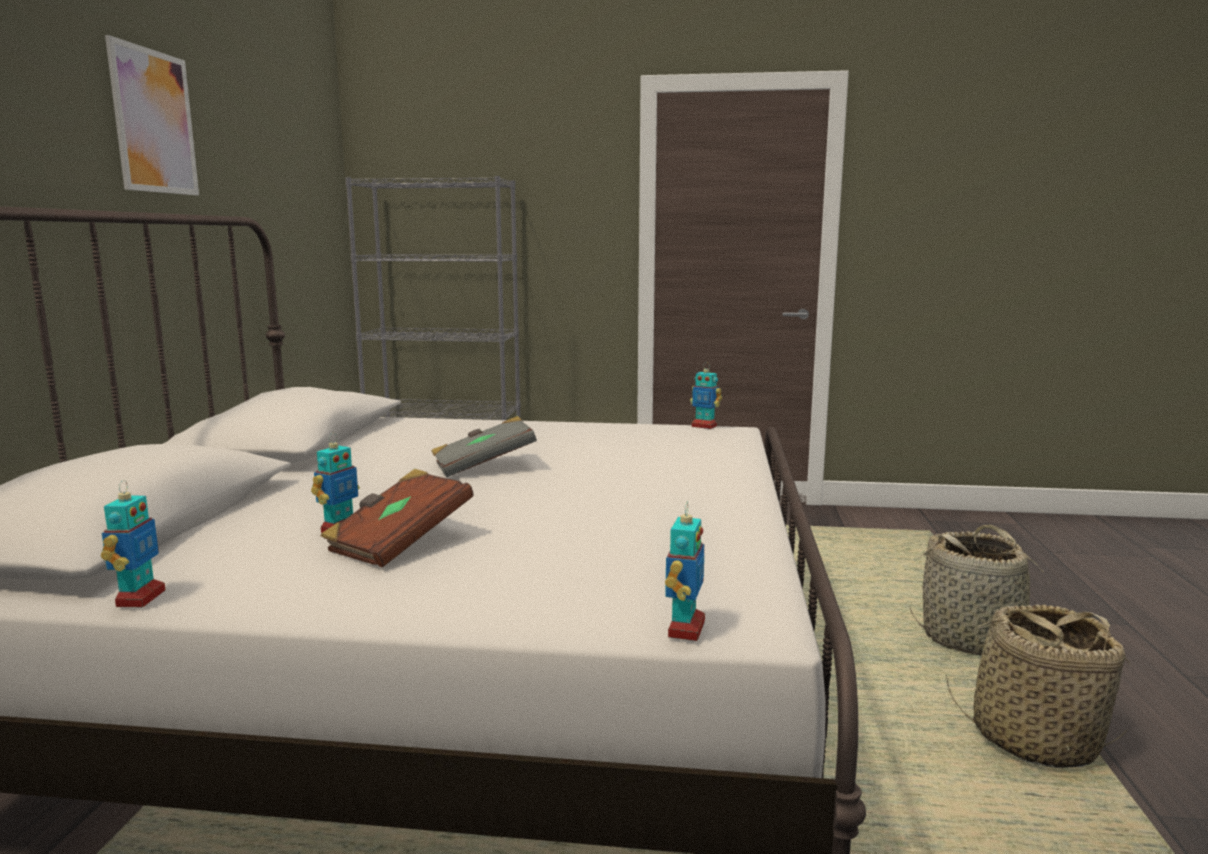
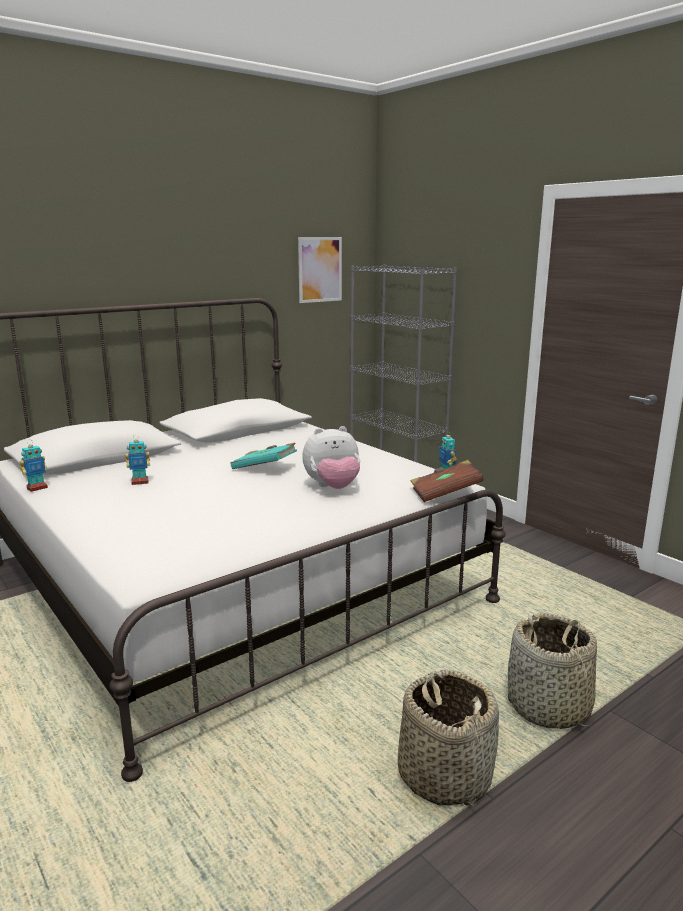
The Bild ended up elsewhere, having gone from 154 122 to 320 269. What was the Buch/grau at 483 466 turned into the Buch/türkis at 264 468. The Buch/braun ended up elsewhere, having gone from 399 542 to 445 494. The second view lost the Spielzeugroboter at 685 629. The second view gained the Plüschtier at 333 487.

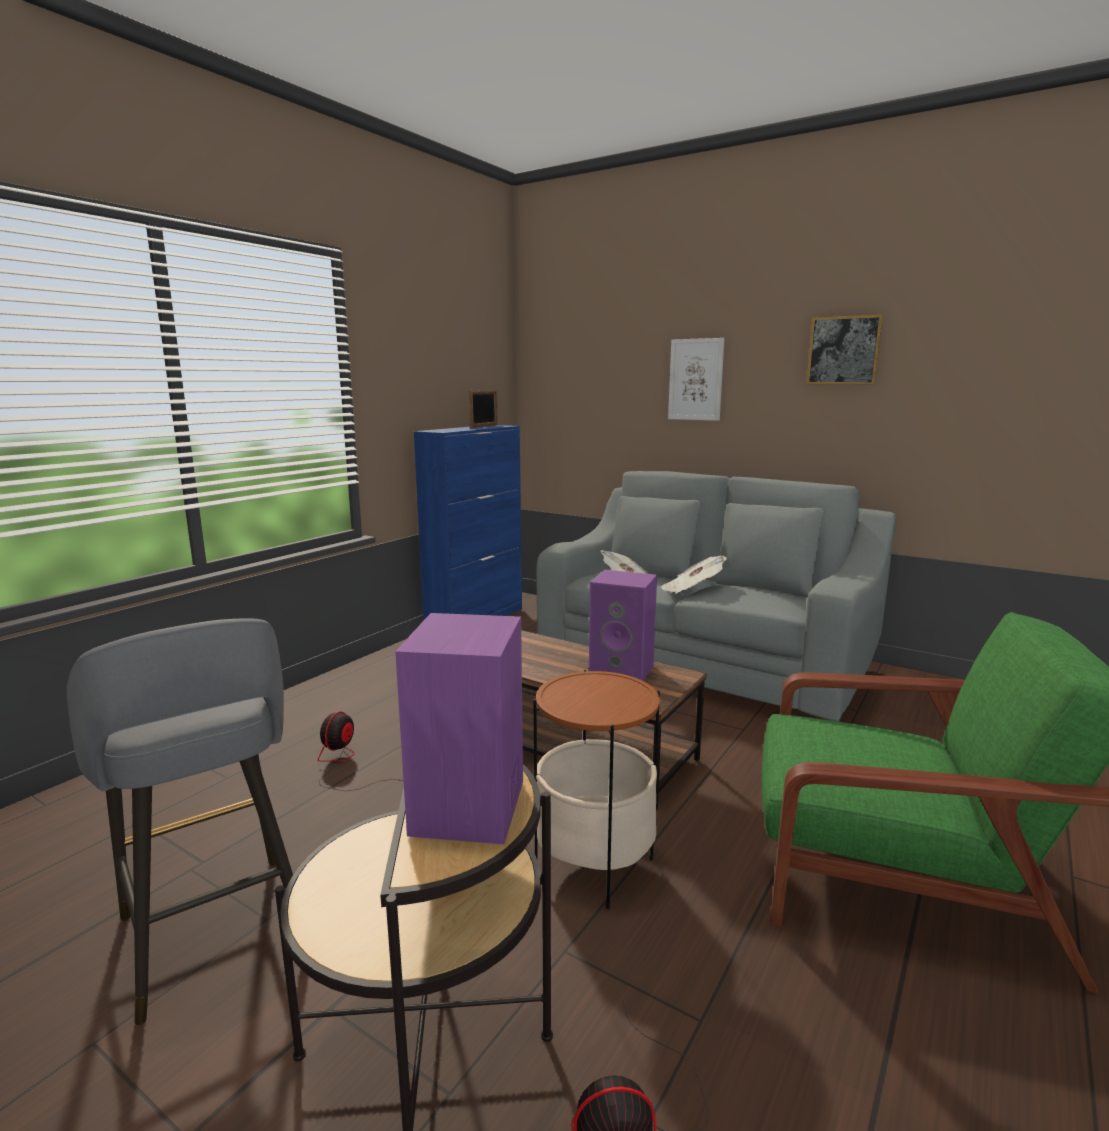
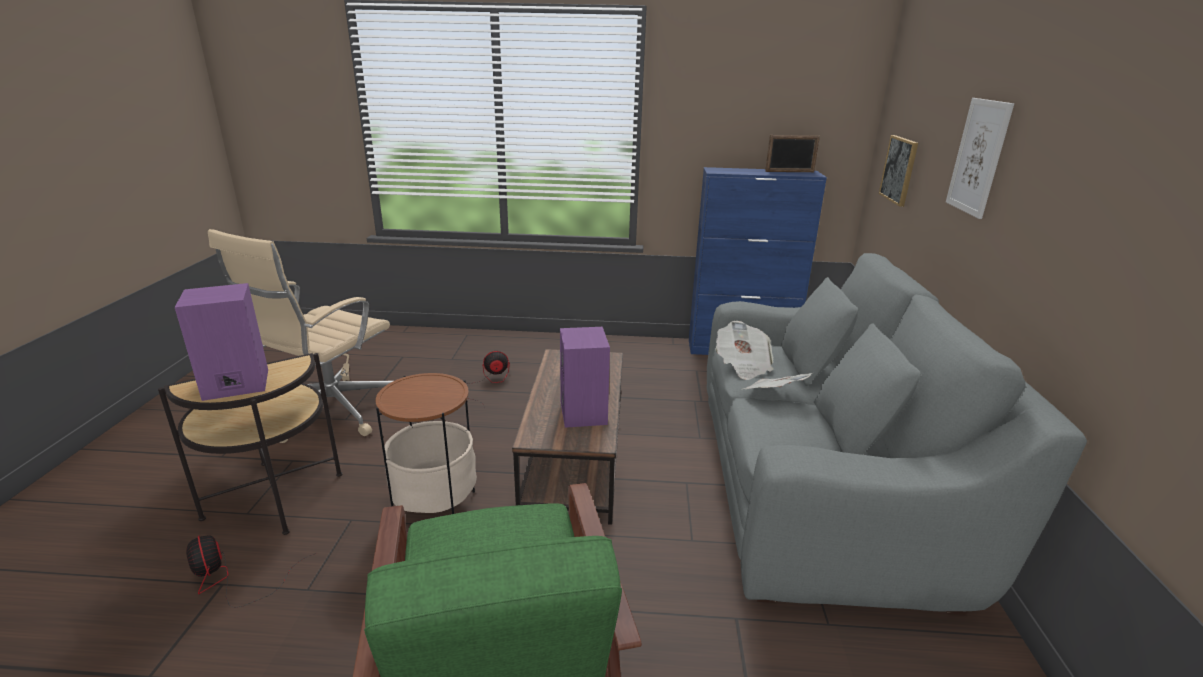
The Bild ended up elsewhere, having gone from 843 350 to 899 170. Where the Hocker/grau stood at 216 936, the Bürostuhl/beige came to stand at 330 412.

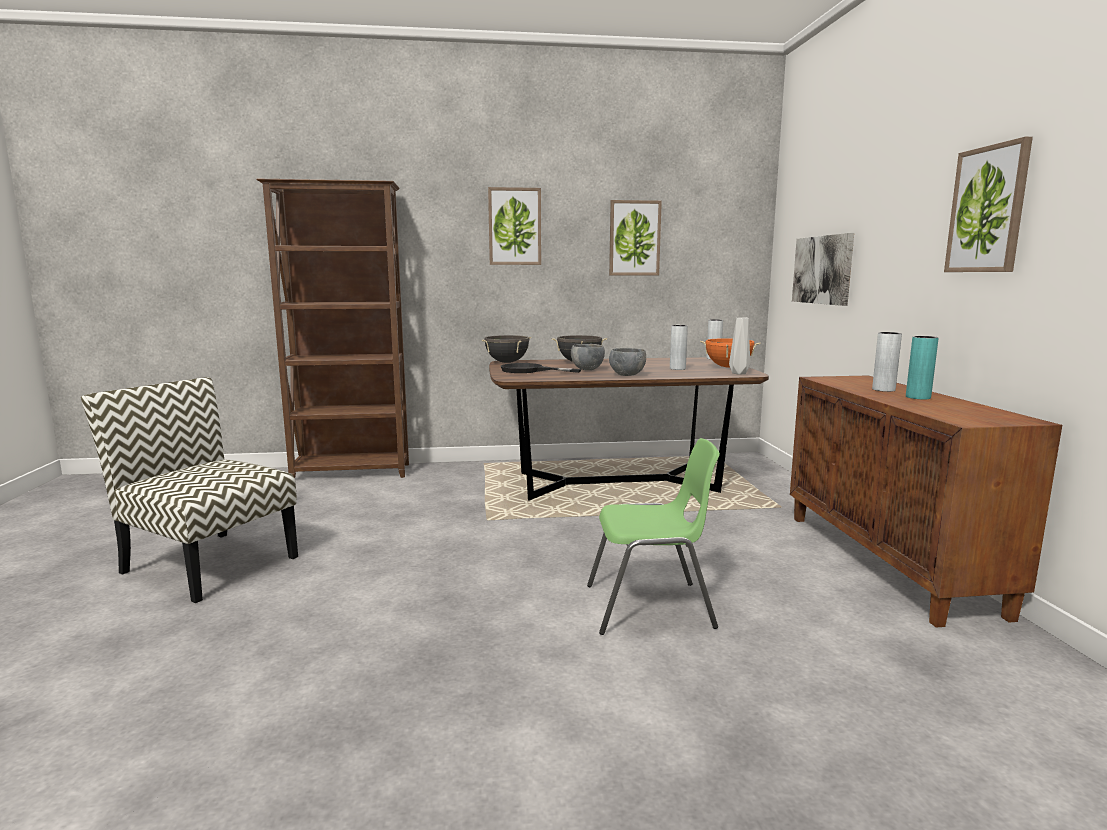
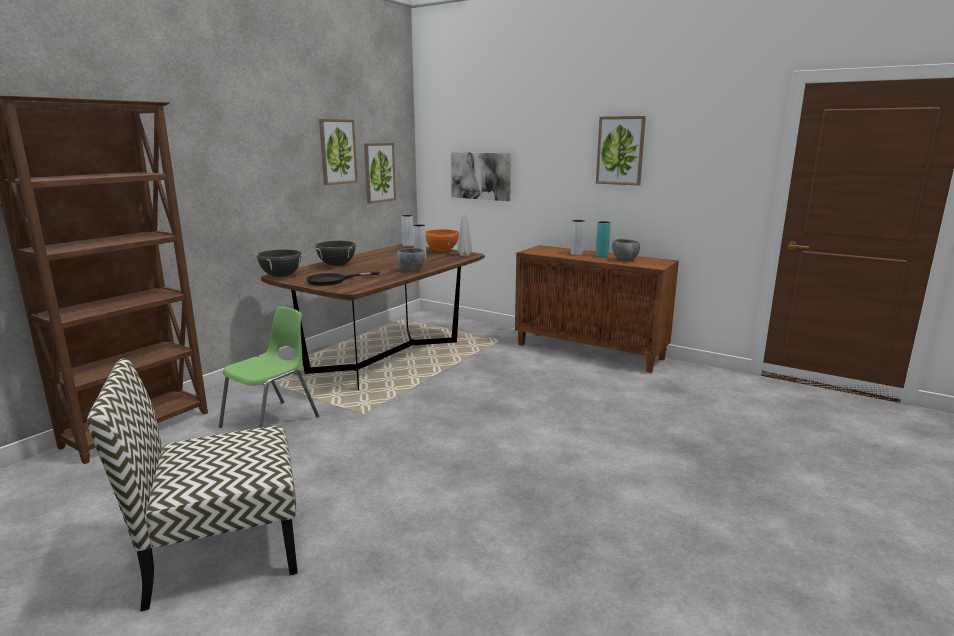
The Bild ended up elsewhere, having gone from 514 226 to 379 172. The Schüssel/grau ended up elsewhere, having gone from 587 369 to 624 260. The Stuhl/grün ended up elsewhere, having gone from 651 607 to 272 422.

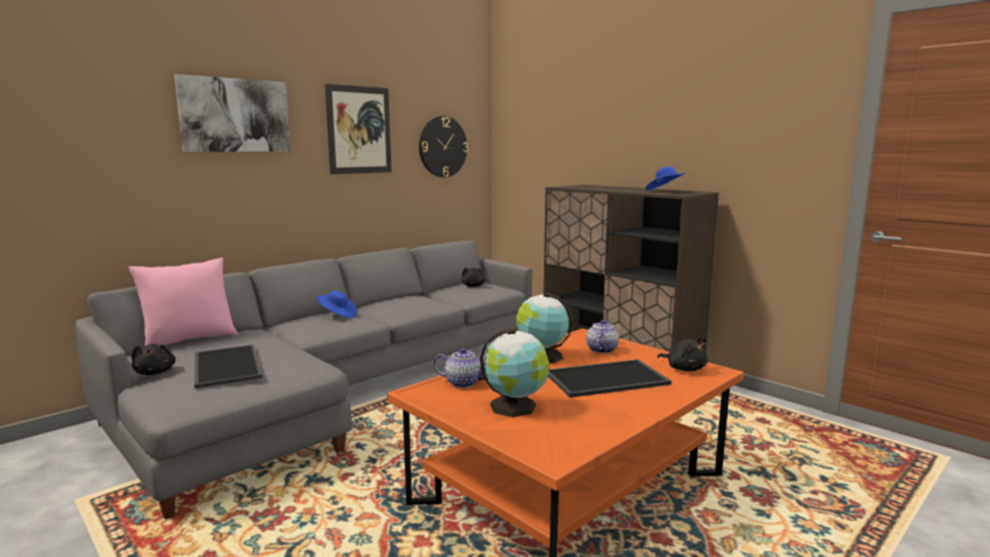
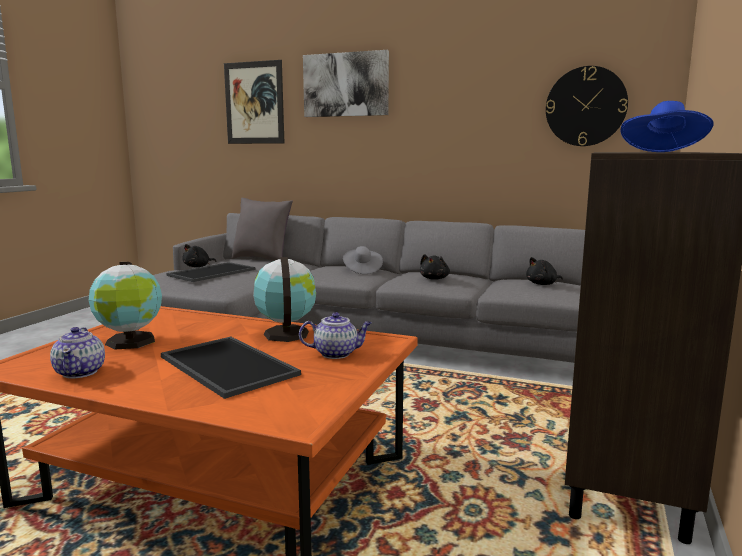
The Bild ended up elsewhere, having gone from 359 130 to 254 103. What was the Kissen/rosa at 189 341 turned into the Kissen/grau at 262 259. What was the Hut/blau at 337 315 turned into the Hut/grau at 362 270. The Plüschtier/schwarz ended up elsewhere, having gone from 684 368 to 435 279. The Teekanne ended up elsewhere, having gone from 463 383 to 81 372.

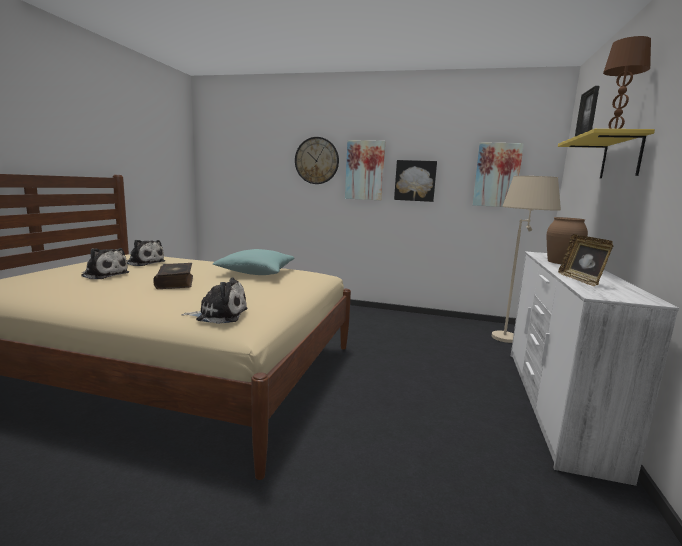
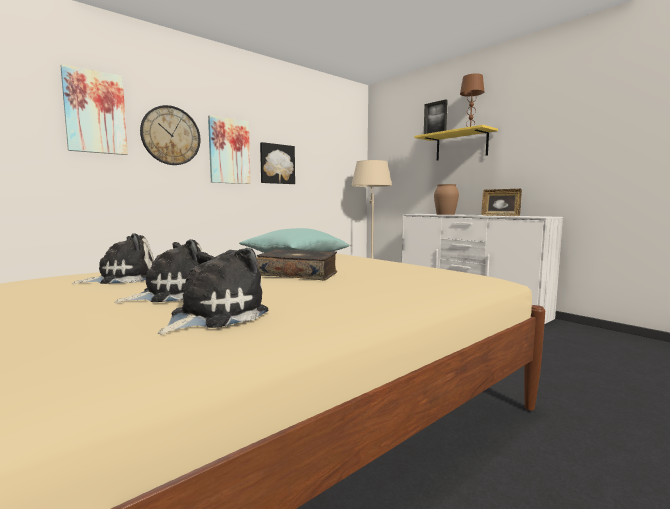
The Bild ended up elsewhere, having gone from 497 175 to 95 112. The Plüschtier ended up elsewhere, having gone from 219 315 to 214 315.

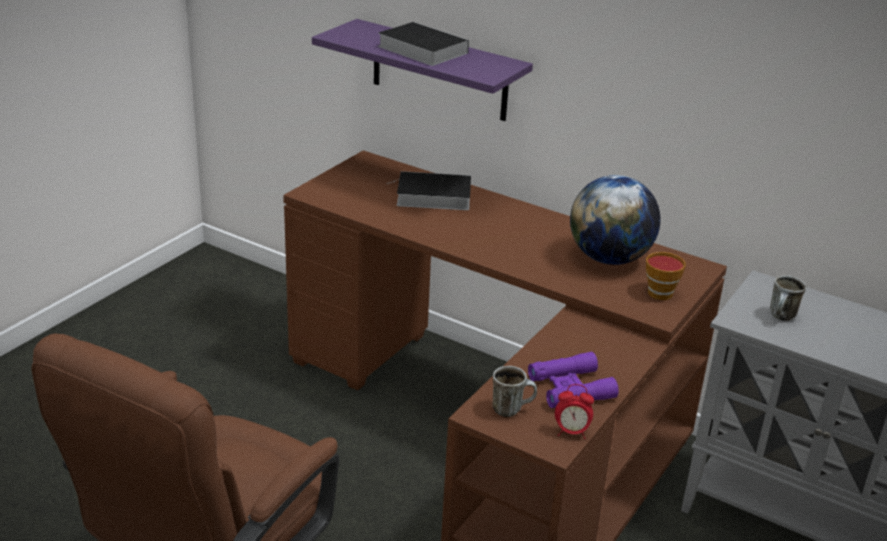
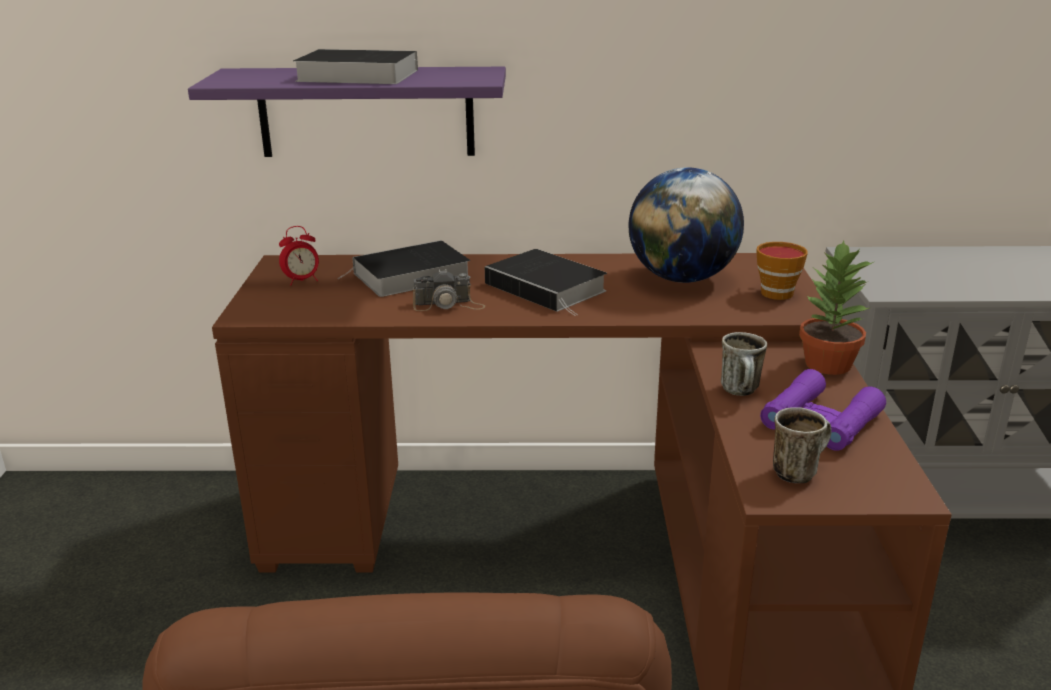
The Henkelbecher ended up elsewhere, having gone from 782 318 to 742 392. The Wecker ended up elsewhere, having gone from 571 432 to 302 281. The second view gained the Topfpflanze at 827 365. The second view gained the Buch at 548 288. The second view gained the Kamera at 448 305.

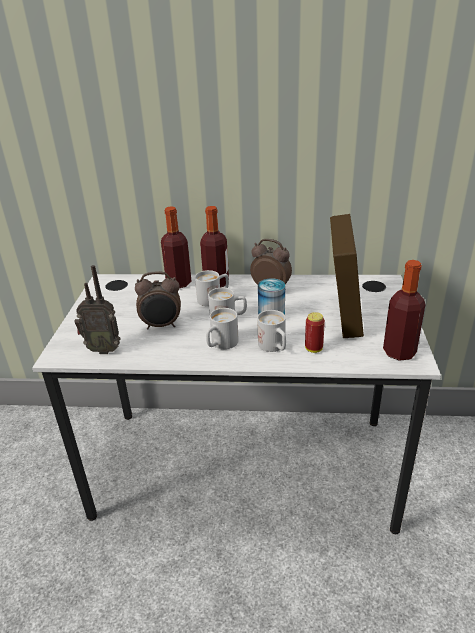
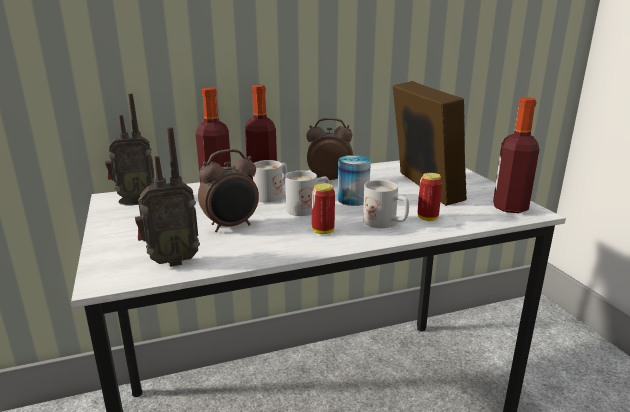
Where the Henkelbecher/weiß stood at 221 344, the Dose came to stand at 323 231. The second view gained the Radio at 135 198.

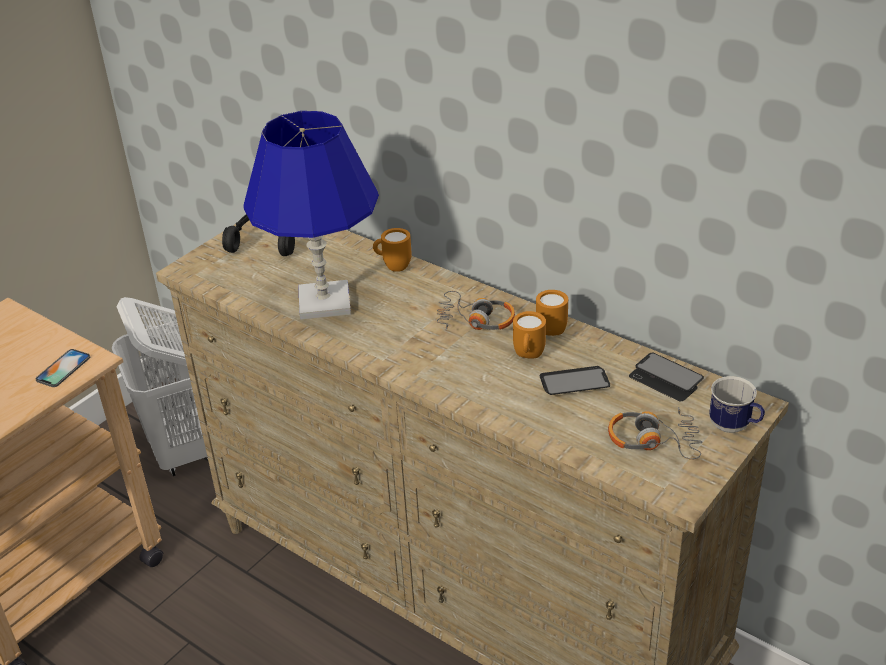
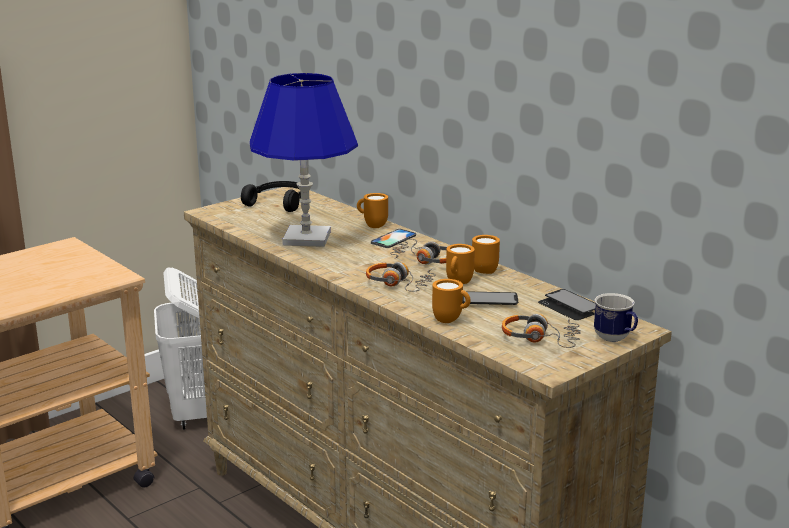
The Handy ended up elsewhere, having gone from 63 368 to 393 239. The second view gained the Kopfhörer at 399 284. The second view gained the Henkelbecher/orange at 451 320.

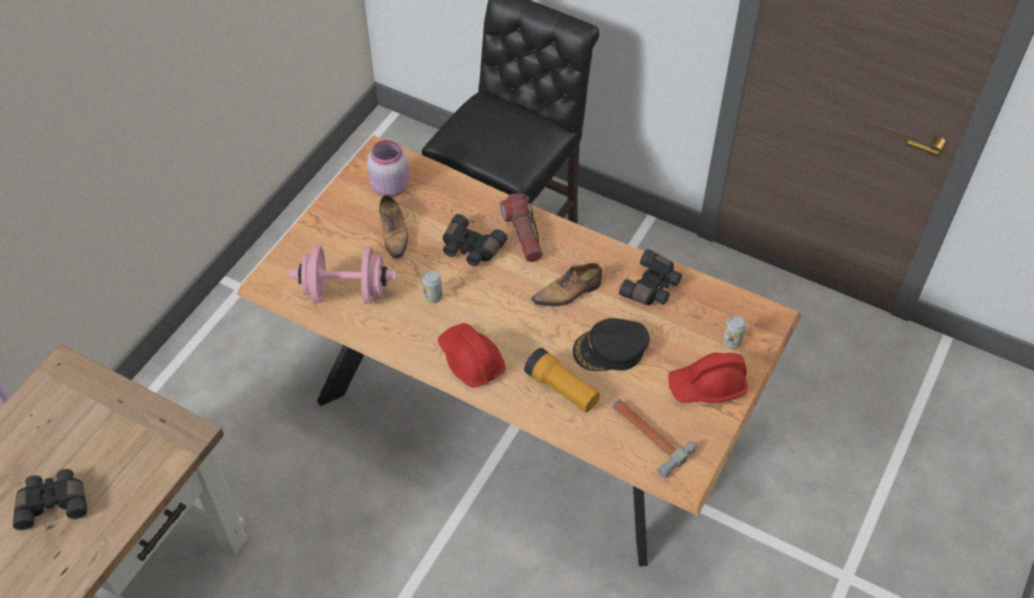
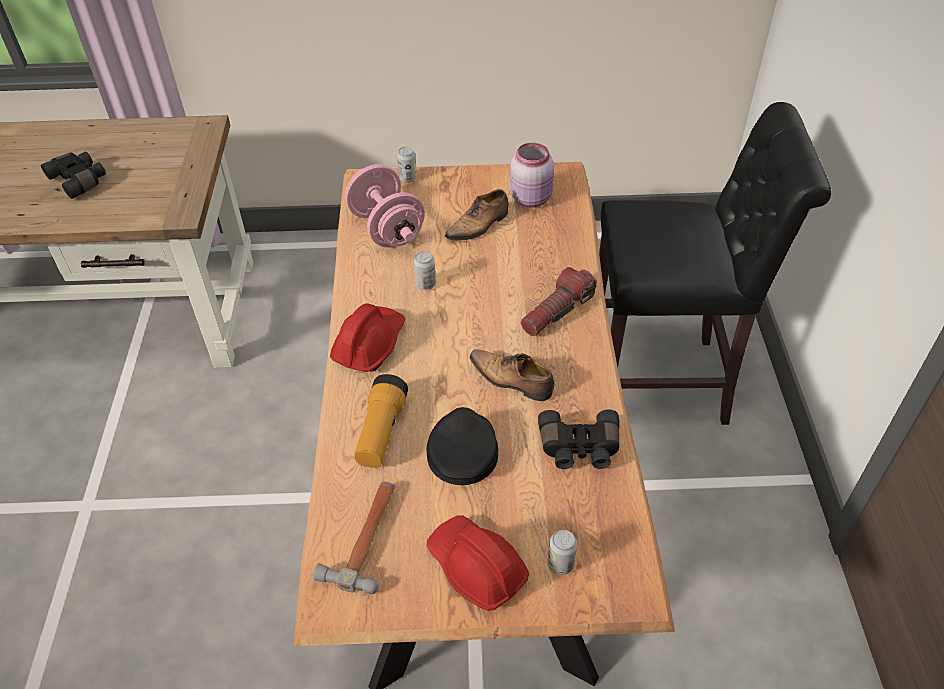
The second view lost the Fernglas/schwarz at 470 249. The Kappe/schwarz at 610 350 ended up facing another way, 45 degrees clockwise from before. The second view gained the Dose at 408 178.

